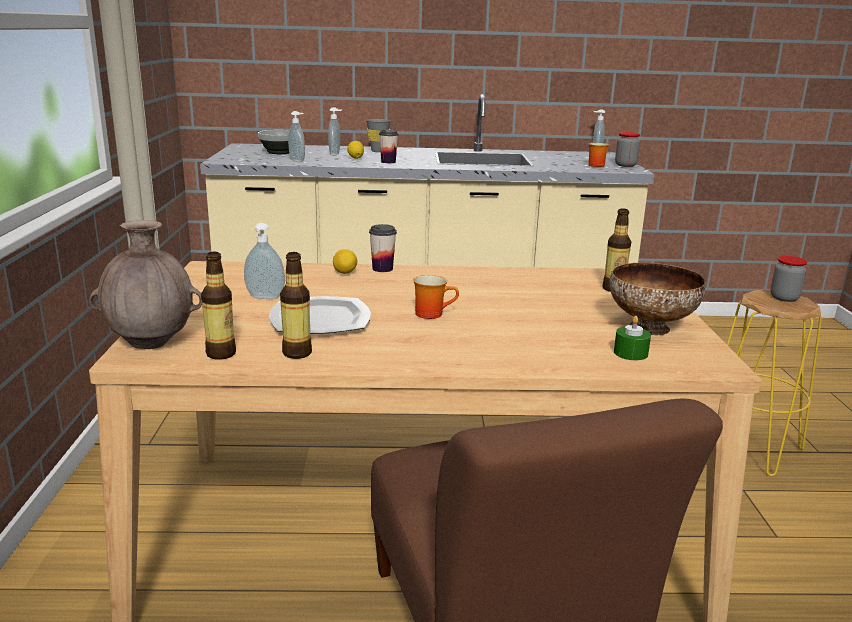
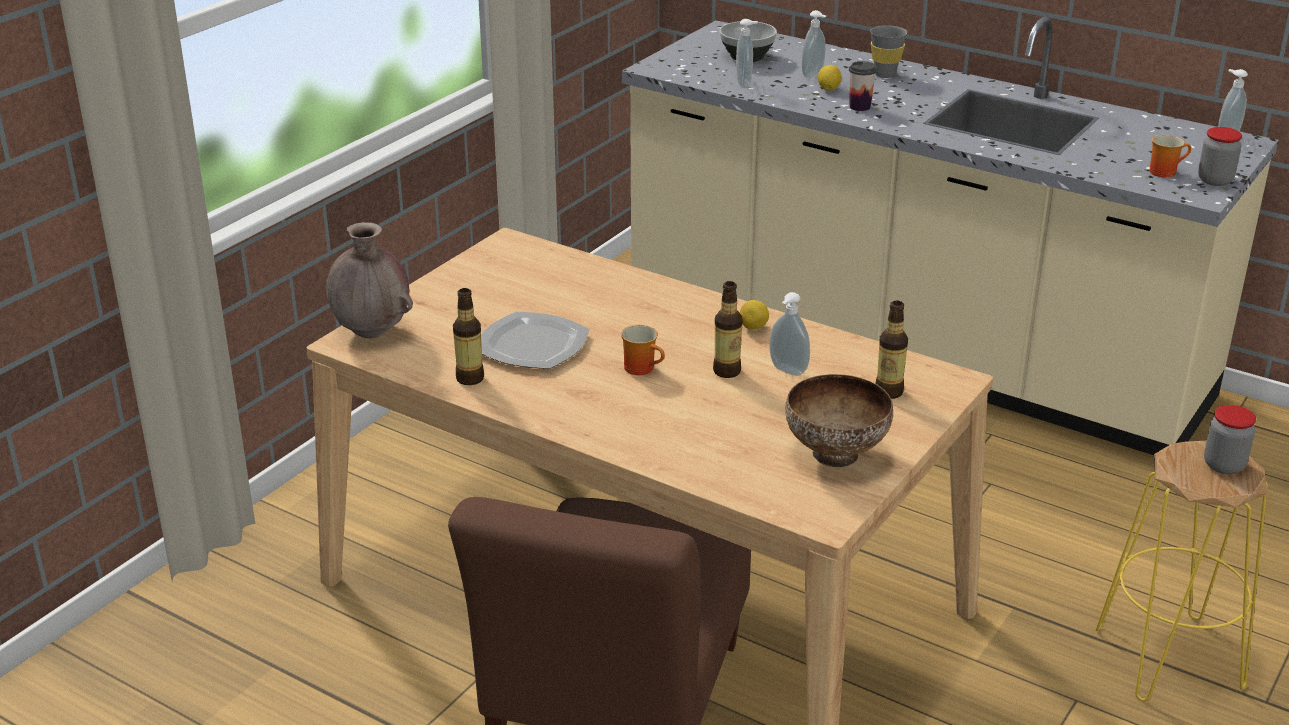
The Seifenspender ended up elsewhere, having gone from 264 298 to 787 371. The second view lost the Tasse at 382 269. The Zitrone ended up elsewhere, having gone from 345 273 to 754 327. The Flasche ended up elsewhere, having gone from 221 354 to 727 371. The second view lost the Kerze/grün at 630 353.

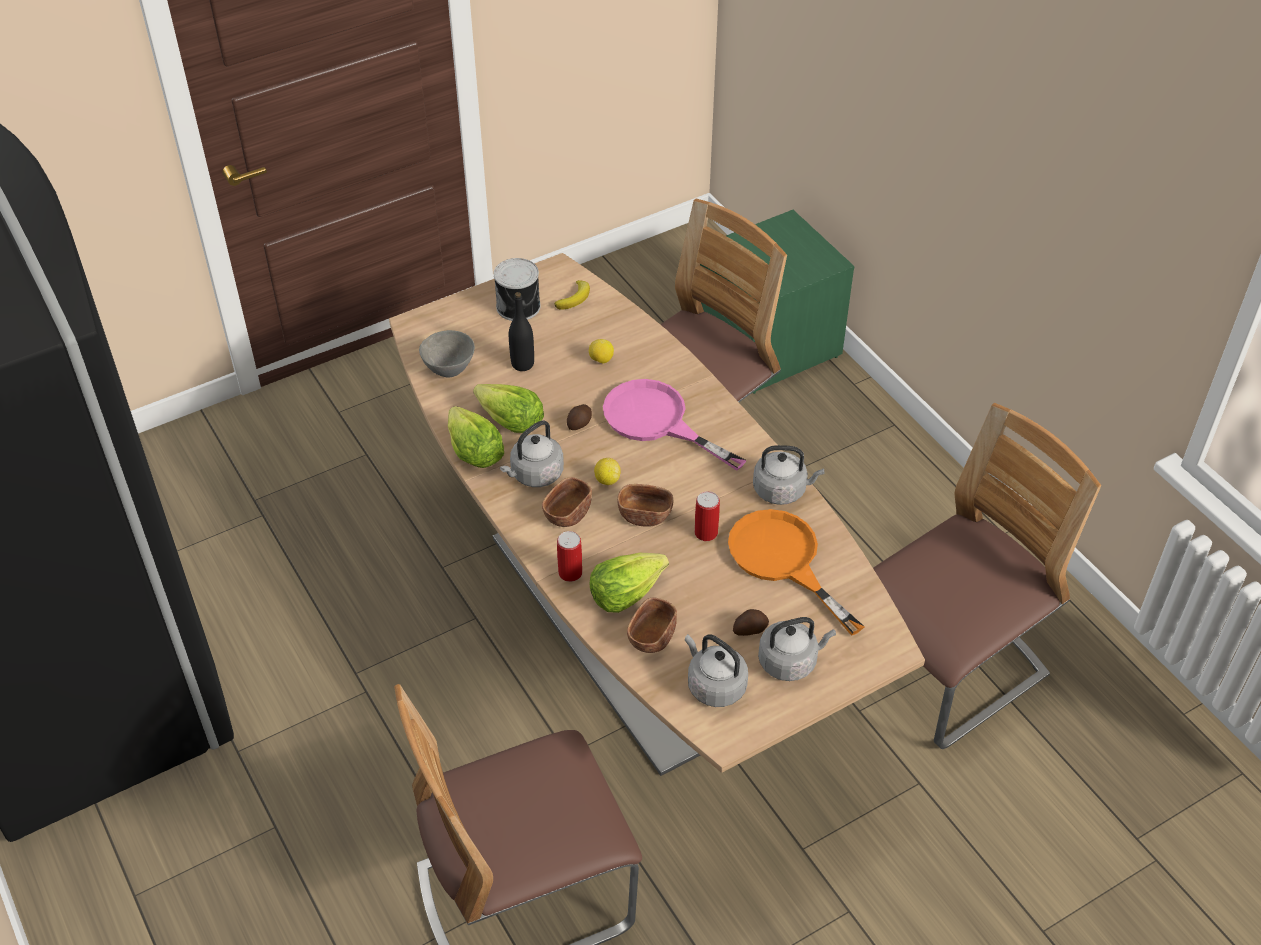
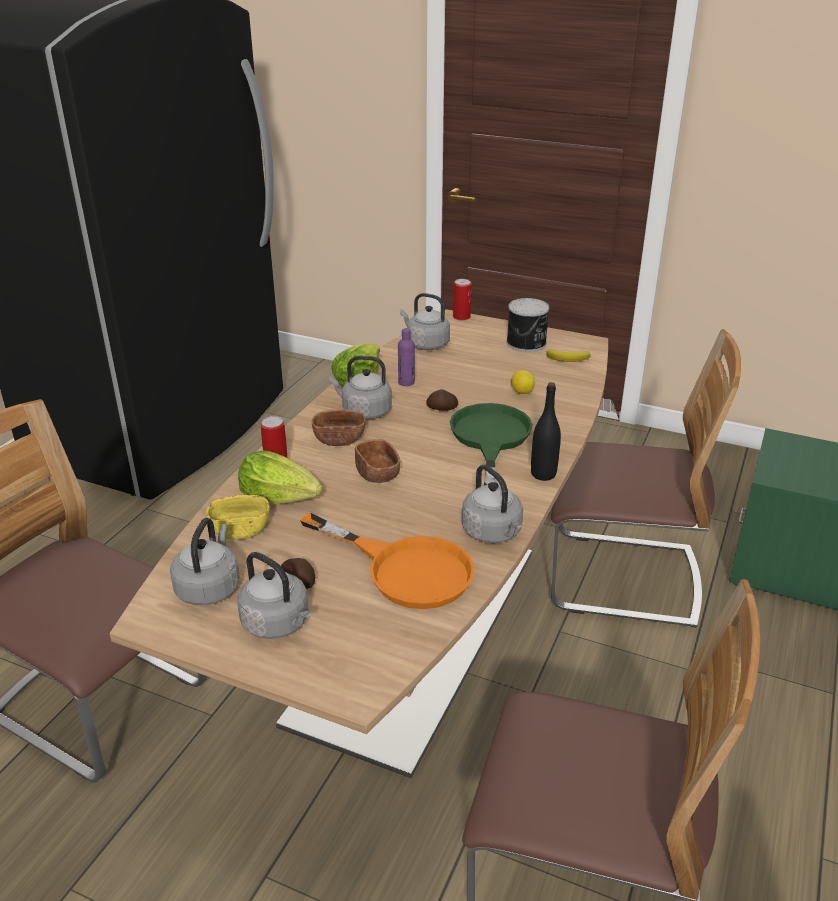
The Flasche/schwarz ended up elsewhere, having gone from 522 364 to 543 474. Where the Schüssel/grau stood at 449 371, the Wasserkessel/grau came to stand at 425 344. What was the Pfanne/rosa at 657 422 turned into the Pfanne/grün at 490 440. Where the Salatkopf stood at 510 421, the Flasche/lila came to stand at 406 382. The second view lost the Zitrone at 607 480. The Dose ended up elsewhere, having gone from 706 533 to 461 317. The Pfanne/orange at 783 561 ended up facing another way, 105 degrees clockwise from before. What was the Schüssel/braun at 651 636 turned into the Schüssel/gelb at 240 530.

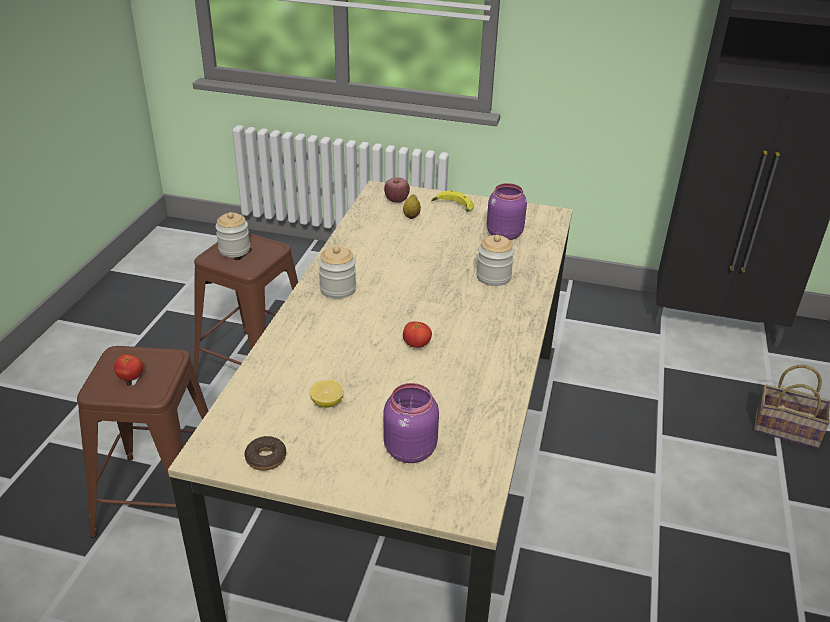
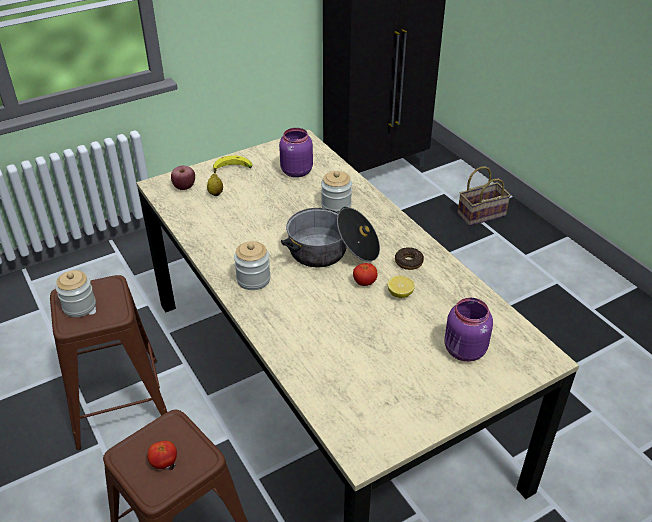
The Zitrone ended up elsewhere, having gone from 327 403 to 400 294. The Donut ended up elsewhere, having gone from 266 458 to 408 262. The second view gained the Kochtopf at 332 252.

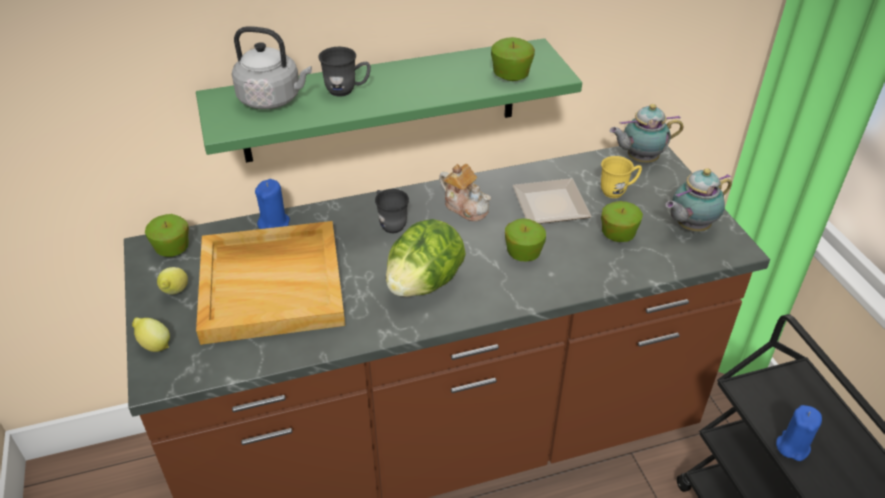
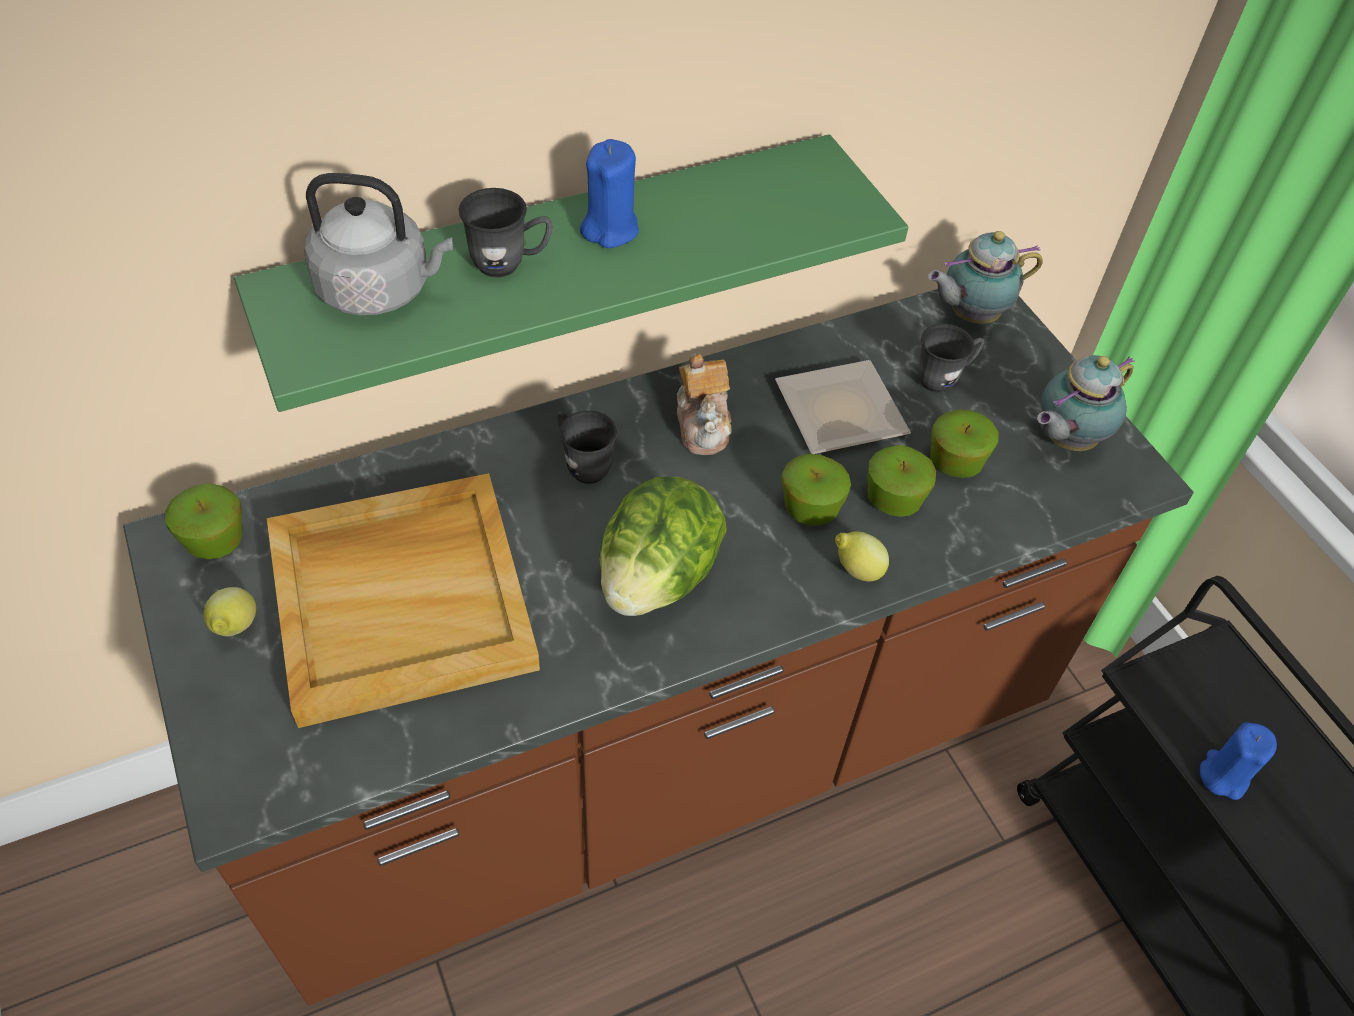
The Apfel ended up elsewhere, having gone from 511 76 to 893 500. What was the Henkelbecher/gelb at 618 191 turned into the Henkelbecher/grau at 944 378. The Teekanne at 466 207 ended up facing another way, 45 degrees clockwise from before. The Kerze/blau ended up elsewhere, having gone from 274 224 to 610 229. The Zitrone ended up elsewhere, having gone from 154 345 to 856 570.

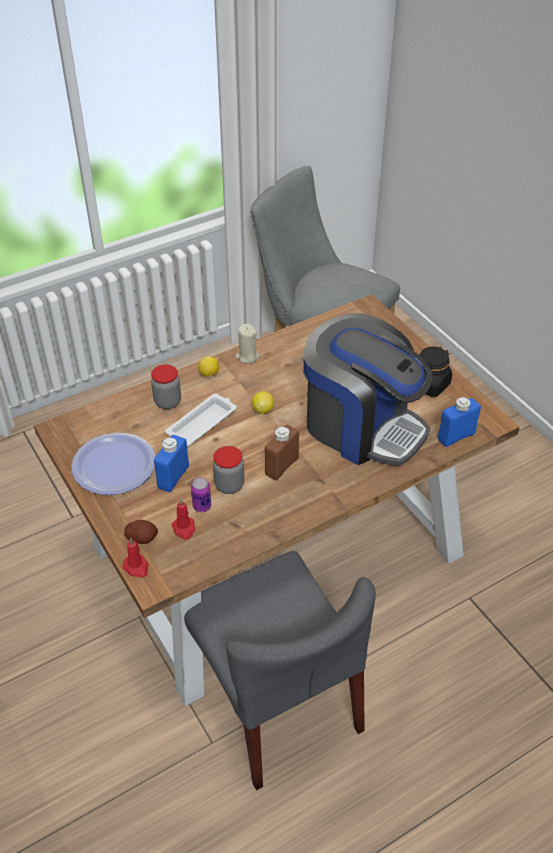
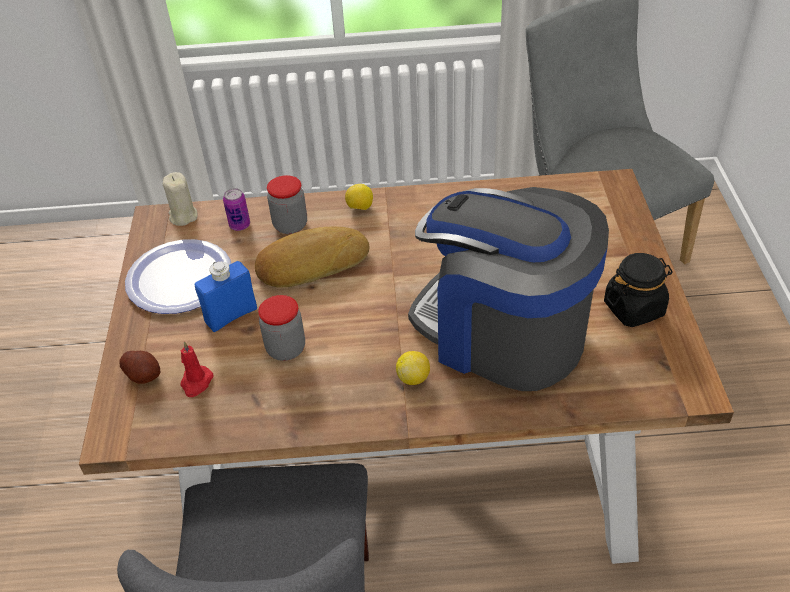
The Kaffeemaschine at 362 426 ended up facing another way, 150 degrees clockwise from before. The Kerze/beige ended up elsewhere, having gone from 247 356 to 183 216. The Zitrone ended up elsewhere, having gone from 263 409 to 413 378. Where the Tablett/weiß stood at 203 423, the Brot came to stand at 311 262. The second view lost the Flasche/blau at 456 436. The second view lost the Flasche/braun at 281 466. The Dose ended up elsewhere, having gone from 202 506 to 240 225. The second view lost the Kerze/rot at 136 567.

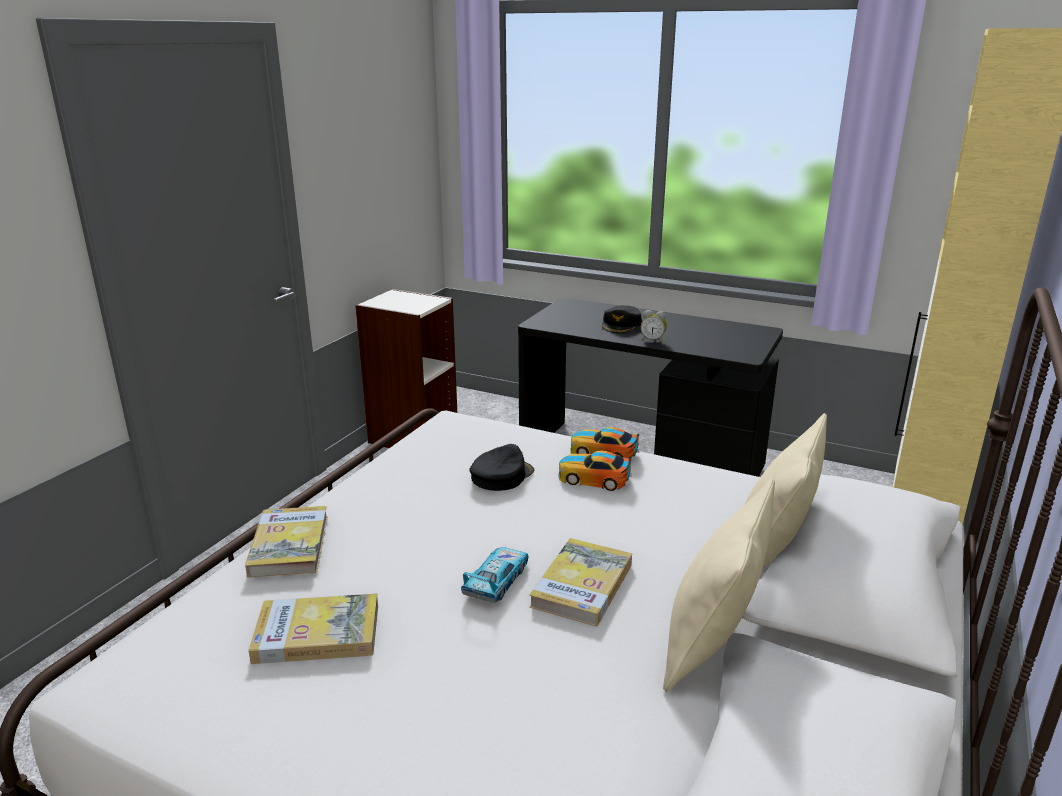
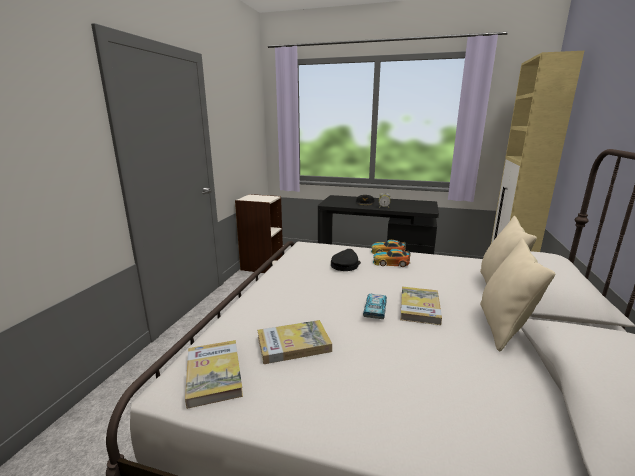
The Buch ended up elsewhere, having gone from 289 545 to 214 374.

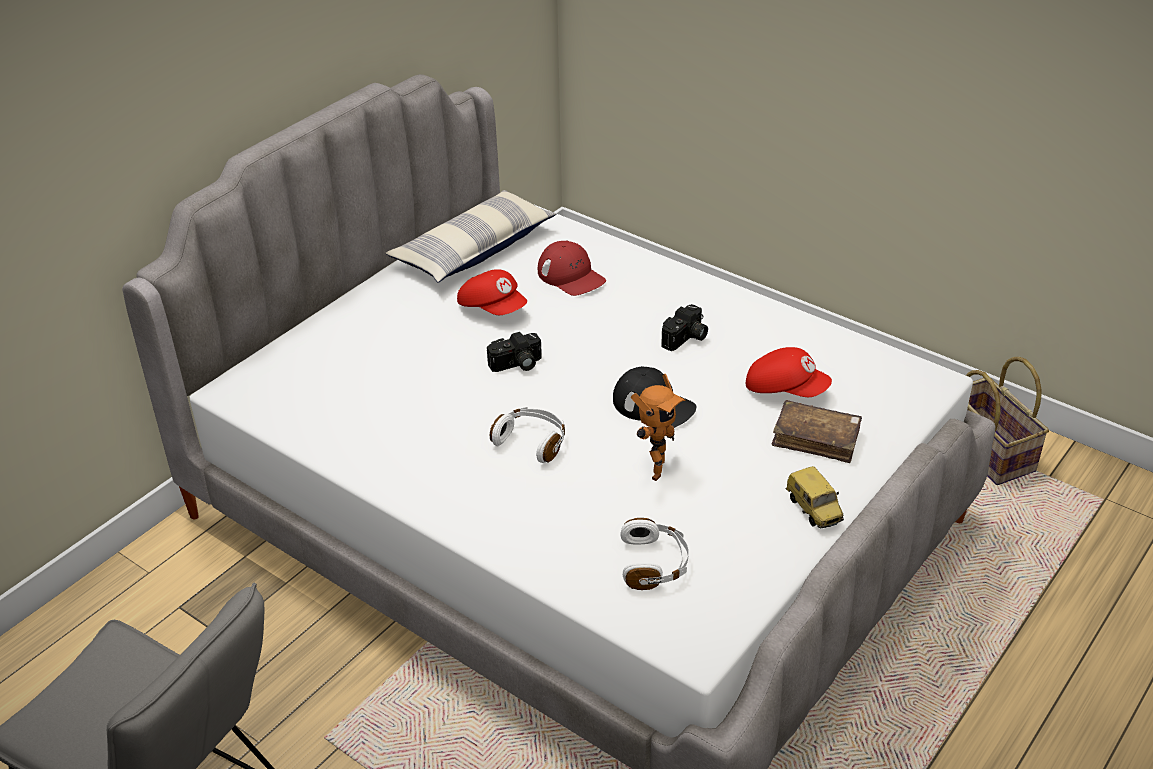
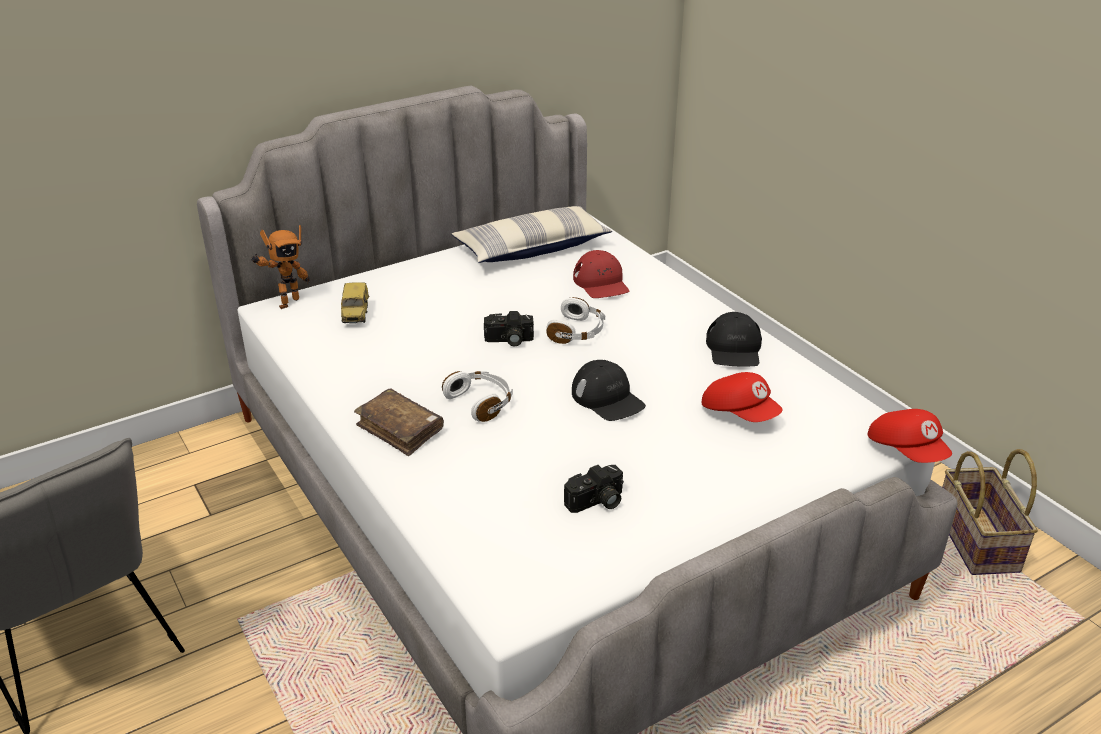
The Kappe/rot ended up elsewhere, having gone from 493 308 to 907 451. The Kamera ended up elsewhere, having gone from 686 339 to 597 502. The Spielzeugroboter ended up elsewhere, having gone from 653 469 to 286 302. The Buch/braun ended up elsewhere, having gone from 816 439 to 400 429. The Spielzeugauto ended up elsewhere, having gone from 814 510 to 356 315. The Kopfhörer/weiß ended up elsewhere, having gone from 654 564 to 577 332. The second view gained the Kappe/schwarz at 734 349.

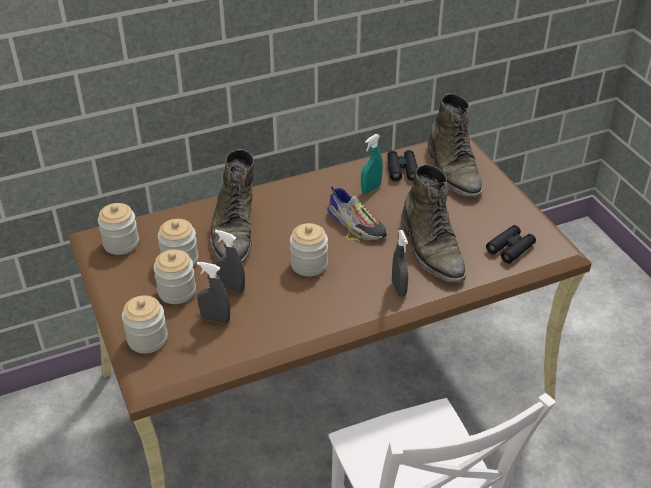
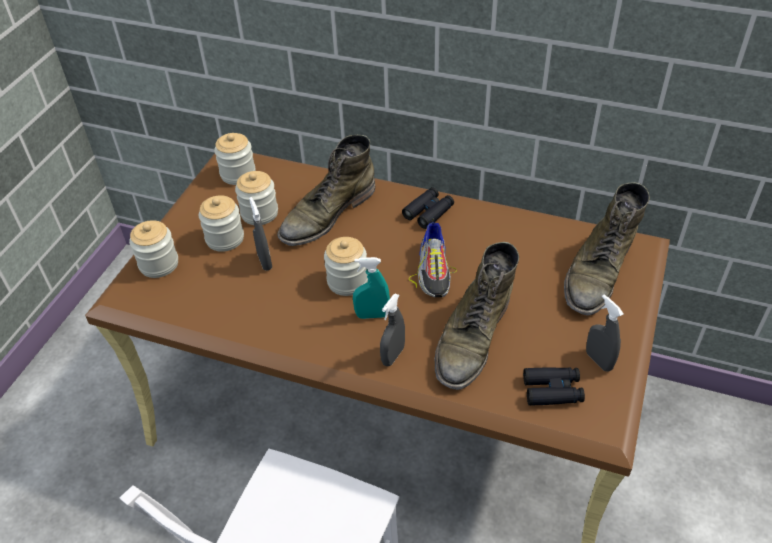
The Sprühflasche/türkis ended up elsewhere, having gone from 371 189 to 372 315. The Fernglas/schwarz ended up elsewhere, having gone from 402 169 to 428 212. The Sprühflasche/grau ended up elsewhere, having gone from 215 319 to 598 360.

